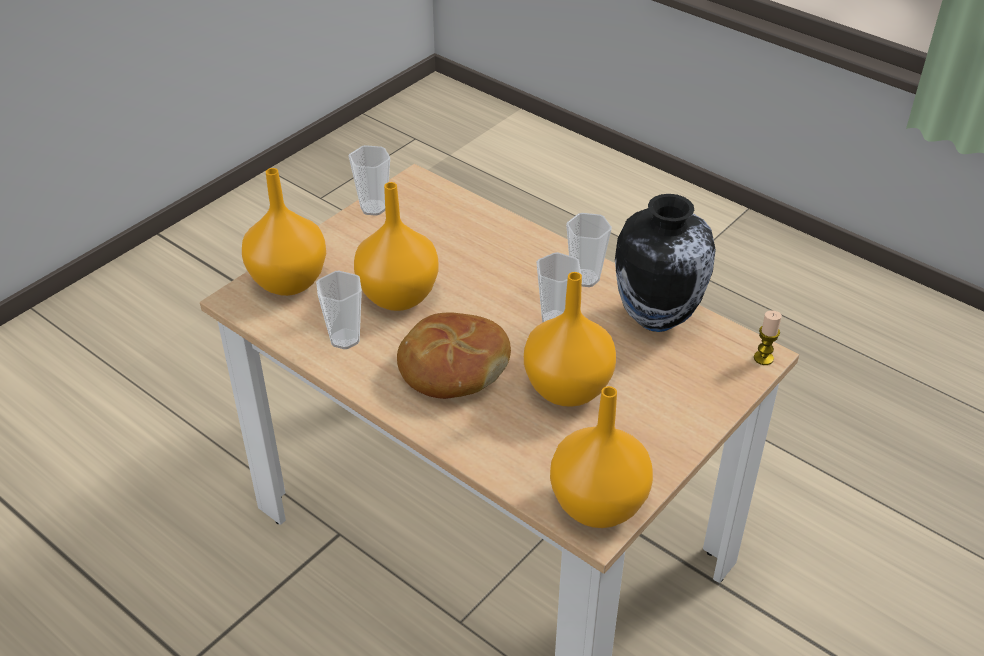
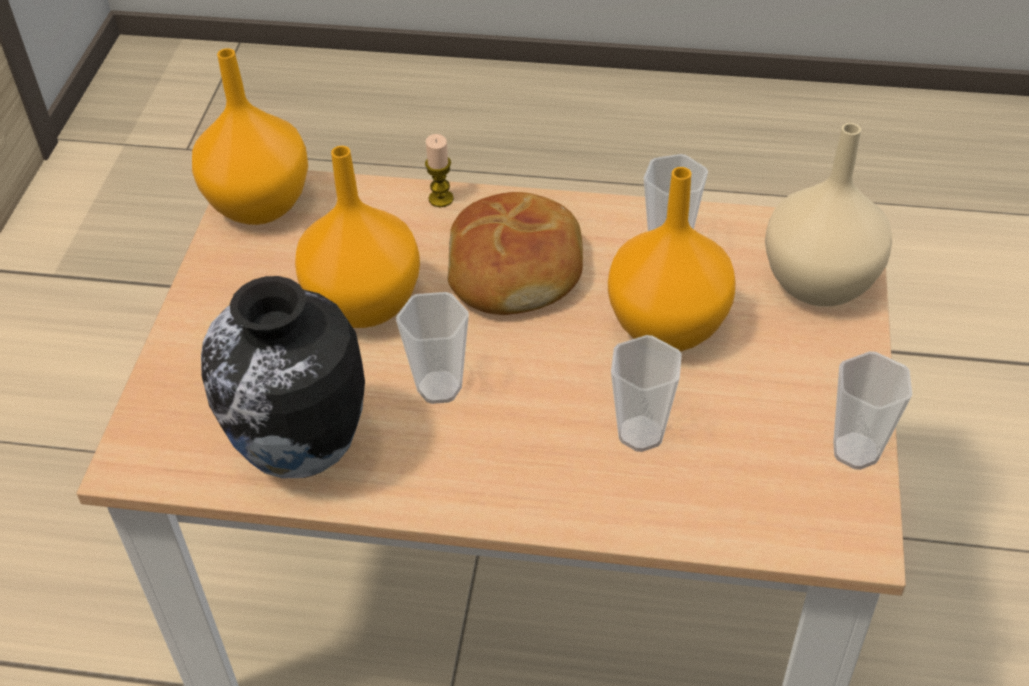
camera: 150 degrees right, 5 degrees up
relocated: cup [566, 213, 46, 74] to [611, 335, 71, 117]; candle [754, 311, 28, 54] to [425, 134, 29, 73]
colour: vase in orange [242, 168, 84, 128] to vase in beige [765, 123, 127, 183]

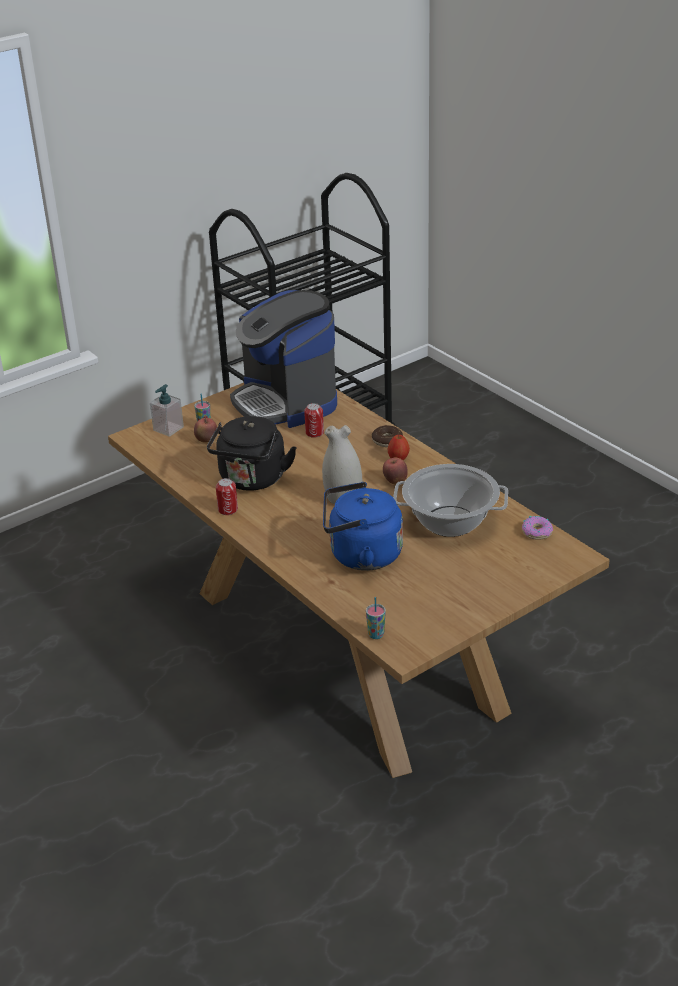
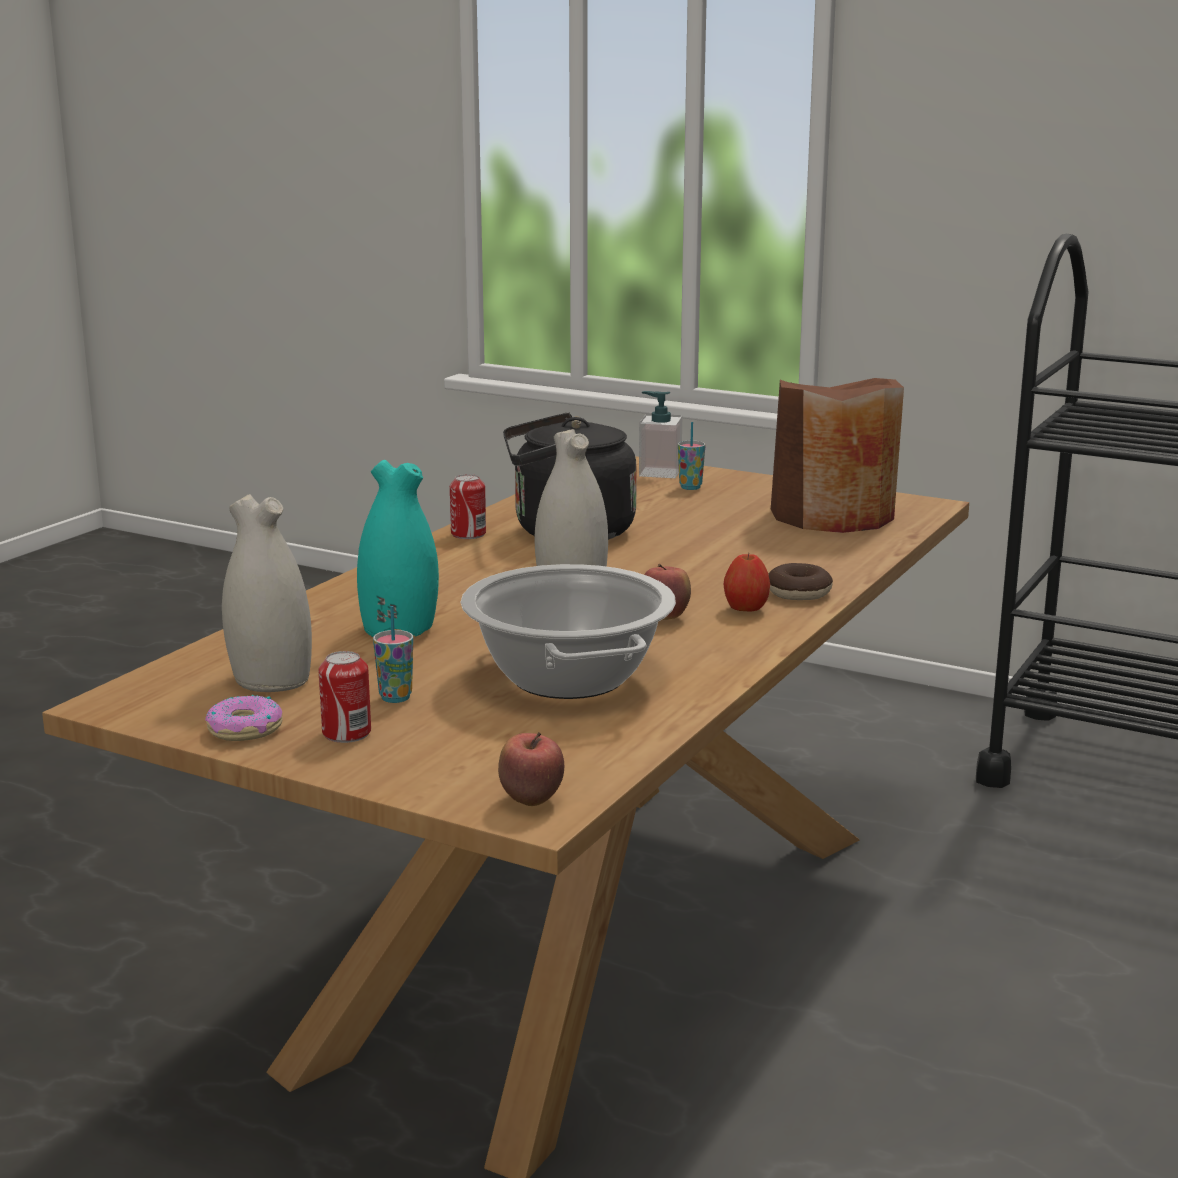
camera: 65 degrees right, 15 degrees down
appeared: vase in white [222, 494, 90, 198]
relocated: can [304, 403, 20, 35] to [318, 651, 53, 92]; apple [194, 417, 23, 25] to [498, 732, 66, 74]; donut [522, 516, 31, 24] to [205, 695, 78, 46]; cup [366, 597, 20, 42] to [373, 606, 40, 97]
exchanged: coffee machine [230, 290, 107, 138] to vase in brown [771, 378, 133, 155]; kettle in blue [323, 482, 80, 89] to vase in turquoise [357, 460, 82, 177]

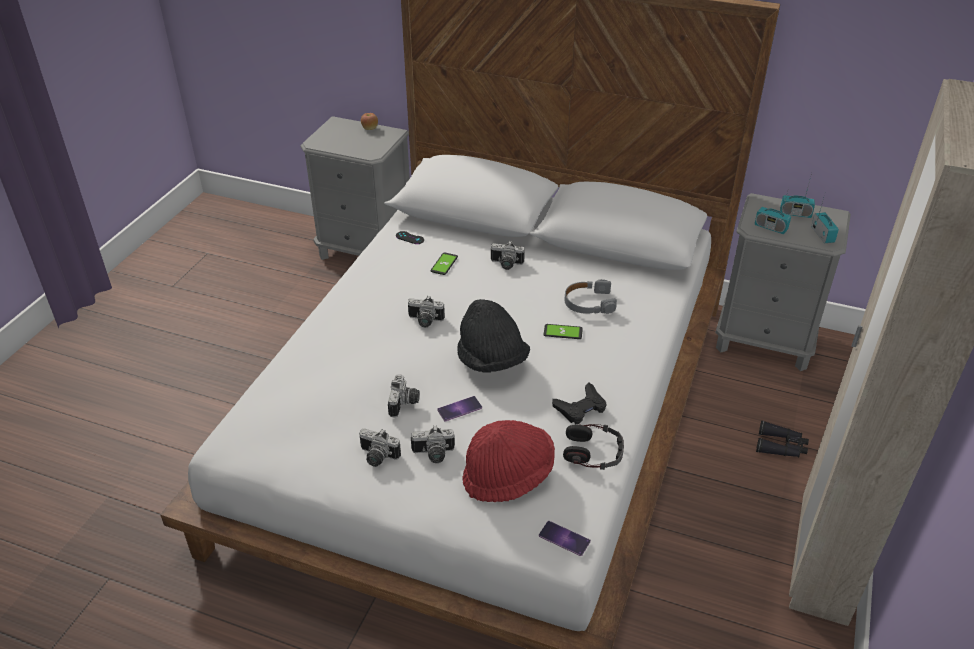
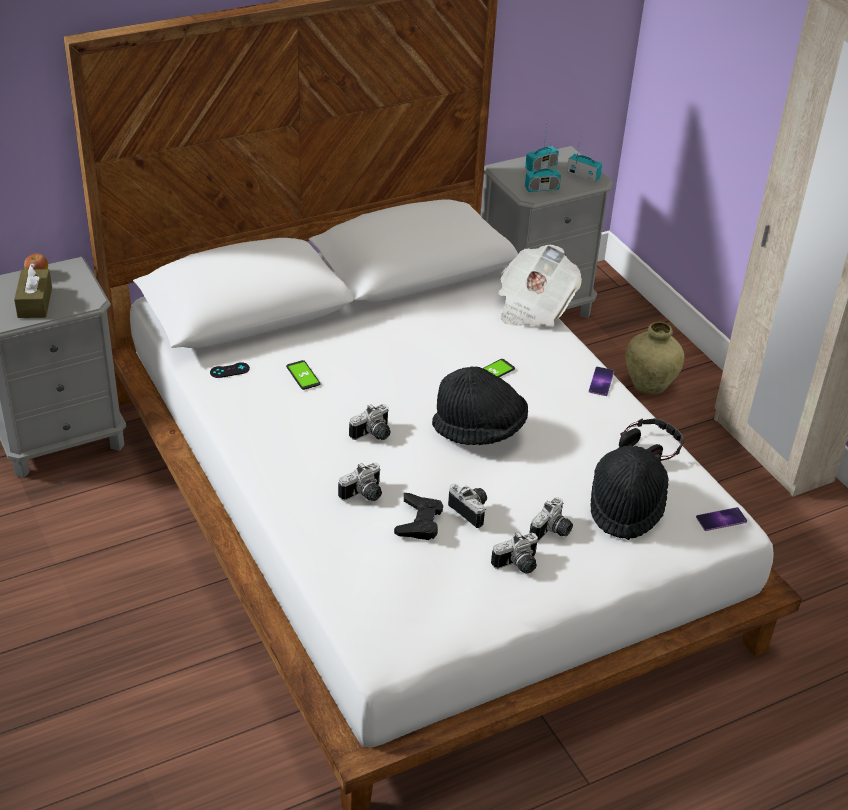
camera: 50 degrees left, 0 degrees up
missing: headphones in grey [565, 279, 52, 35]
appeared: newspaper [498, 245, 84, 82]; tissue box in brown [14, 263, 38, 55]
relocated: photo camera [491, 241, 34, 29] to [338, 463, 44, 38]; game controller in black [552, 382, 55, 42] to [394, 493, 49, 47]; phone [437, 396, 45, 25] to [588, 367, 26, 29]
exchanged: binoculars in black [756, 421, 53, 37] to vase in beige [626, 322, 58, 72]
colour: hat in red [462, 420, 93, 82] to hat in black [590, 445, 79, 95]

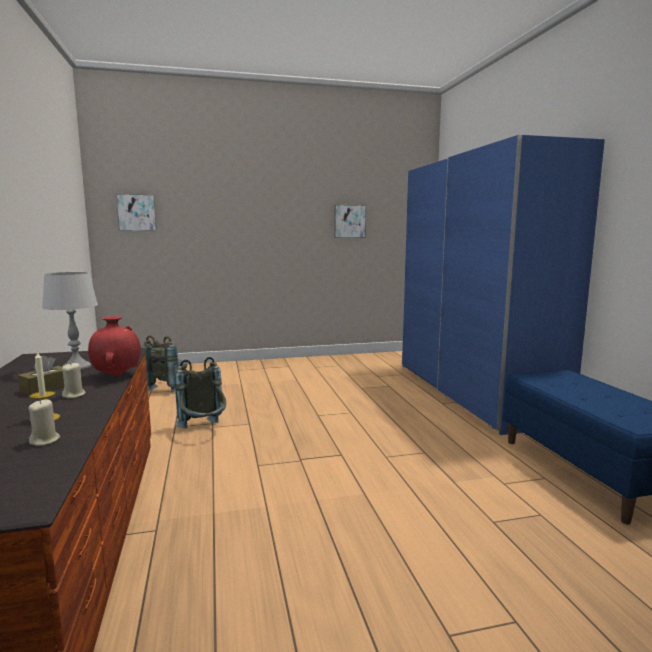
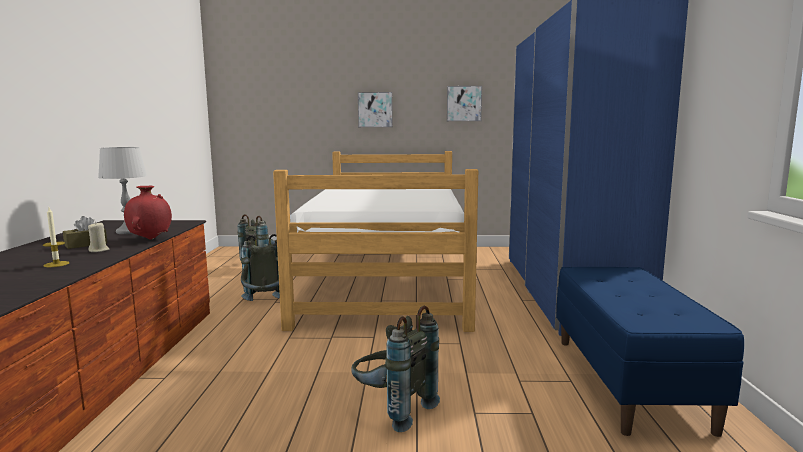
camera: 15 degrees right, 0 degrees up
missing: candle in beige [28, 399, 32, 47]
appeared: bed [273, 151, 205, 181]; backpack in grey [351, 306, 89, 126]
relocated: picture [116, 194, 41, 37] to [358, 92, 35, 35]

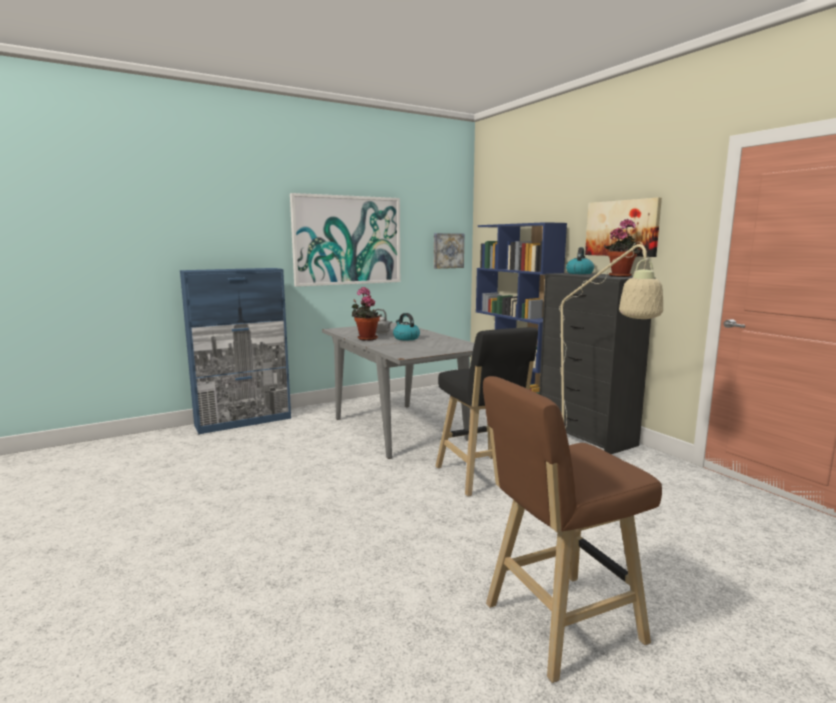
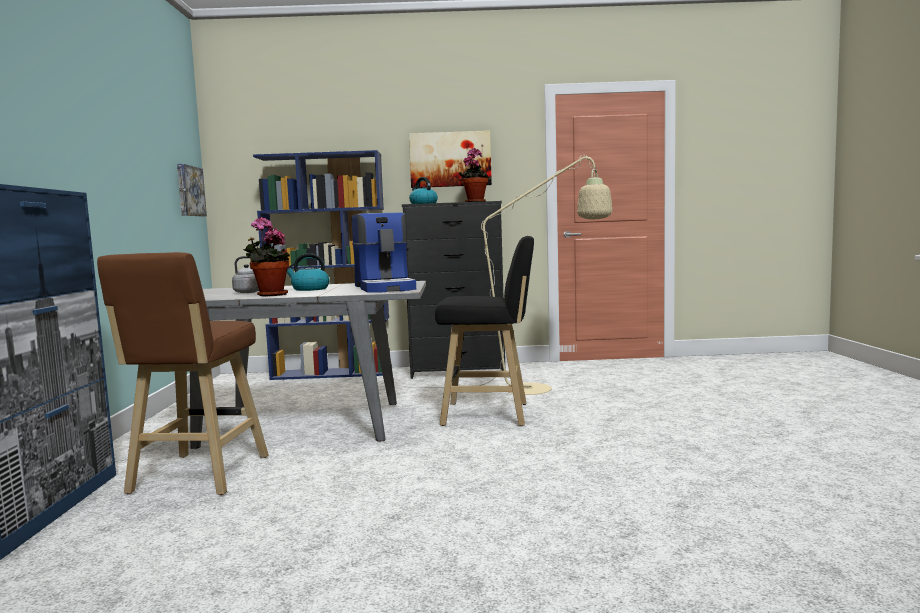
camera: 60 degrees left, 5 degrees down
missing: picture [290, 193, 110, 94]
appeared: coffee machine [352, 212, 64, 81]
relocated: stool in brown [483, 376, 179, 307] to [97, 252, 172, 243]

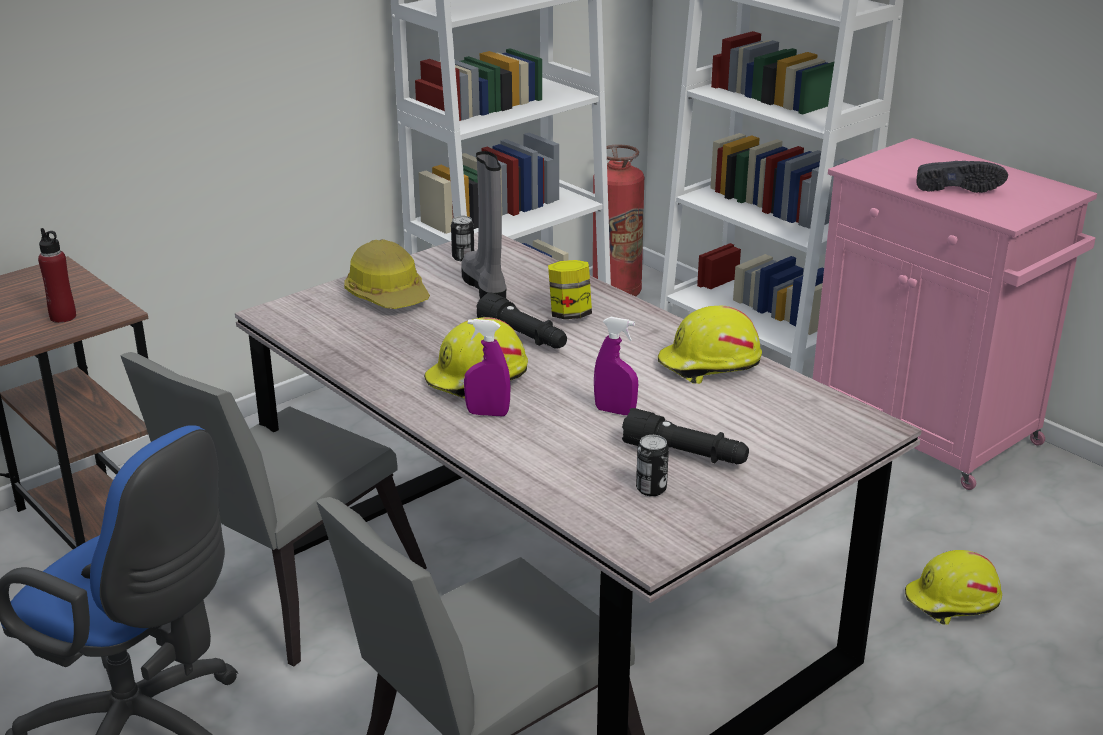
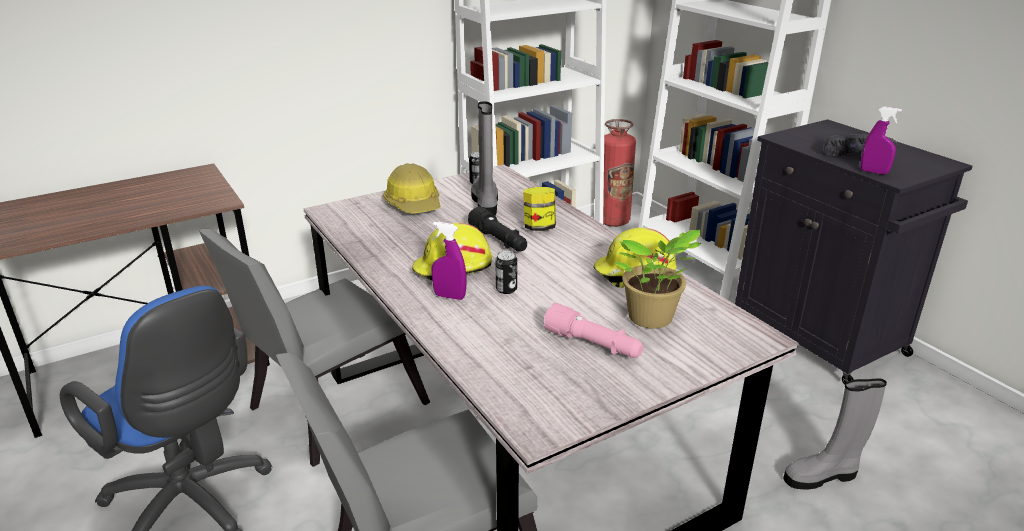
camera: 10 degrees right, 0 degrees up
missing: bottle in red [38, 228, 38, 95]
appeared: potted plant [615, 229, 86, 100]
relocated: spray bottle in purple [594, 317, 44, 98] to [861, 106, 41, 68]; can [636, 435, 33, 61] to [495, 251, 22, 43]
exchanged: hard hat in yellow [905, 550, 97, 75] to boot in grey [783, 378, 104, 112]
colour: cabinet in pink [813, 138, 284, 352] to cabinet in black [735, 119, 238, 265]; flashlight in black [622, 408, 127, 56] to flashlight in pink [544, 303, 100, 55]

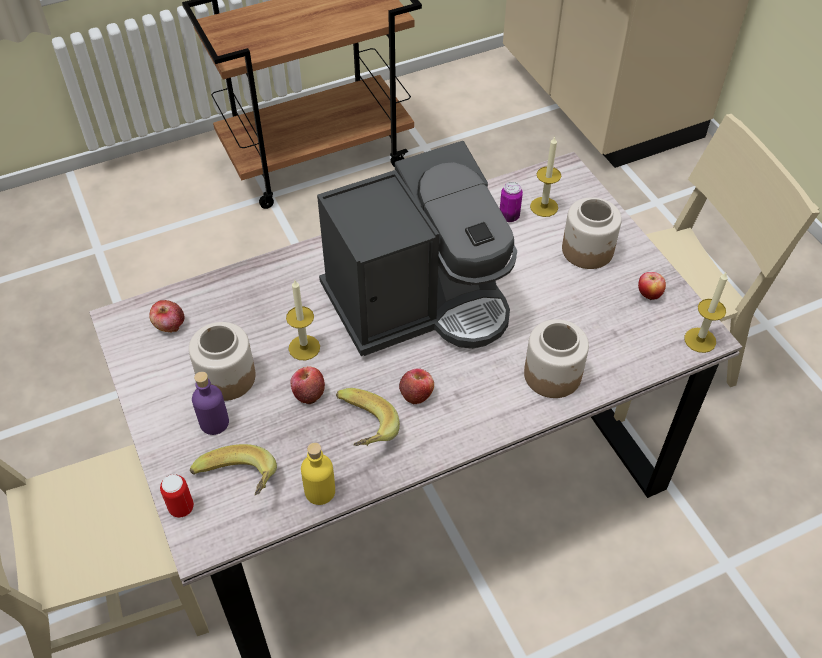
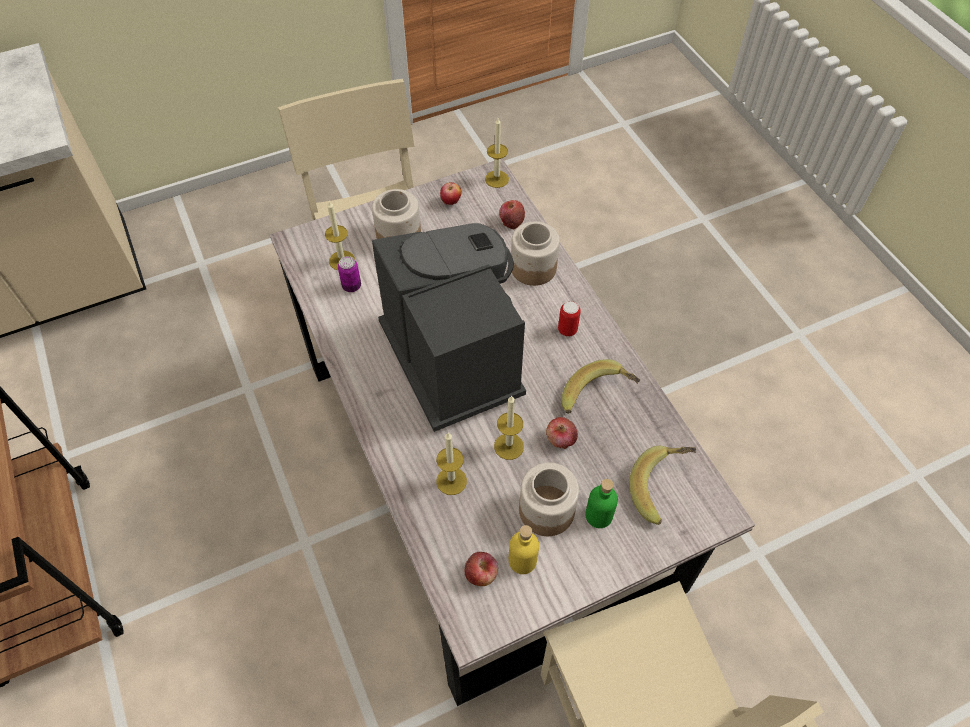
camera: 90 degrees left, 5 degrees up
appeared: candle [436, 433, 31, 62]
relocated: apple [399, 368, 35, 36] to [499, 200, 26, 29]; bottle in yellow [301, 443, 34, 62] to [509, 525, 30, 49]; can [160, 474, 34, 44] to [558, 301, 23, 36]
colour: bottle in purple [192, 372, 37, 63] to bottle in green [585, 479, 33, 49]

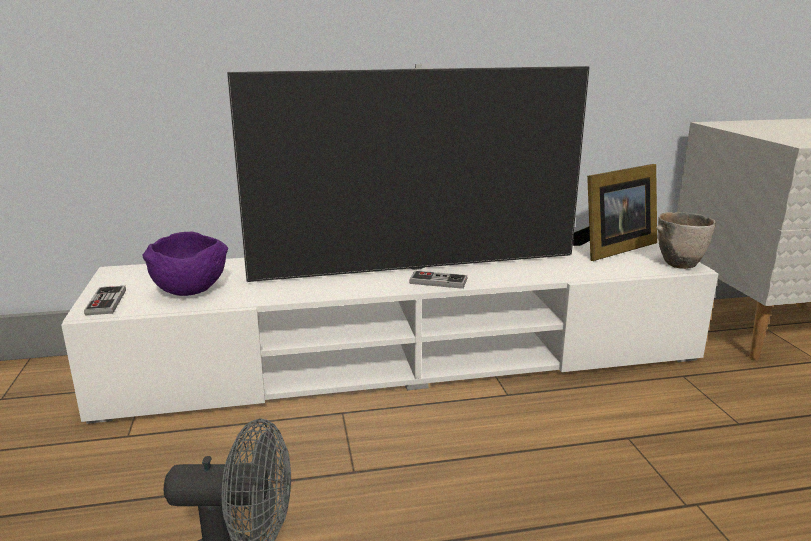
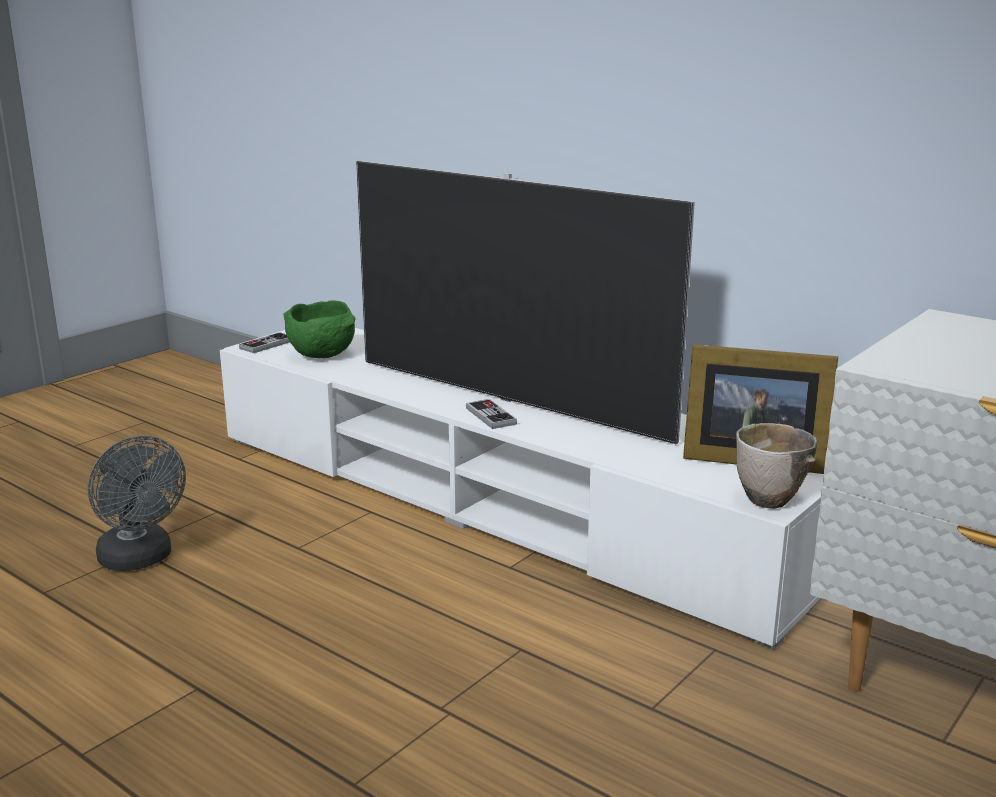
camera: 50 degrees right, 0 degrees up
colour: bowl in purple [142, 232, 86, 64] to bowl in green [283, 300, 72, 58]

